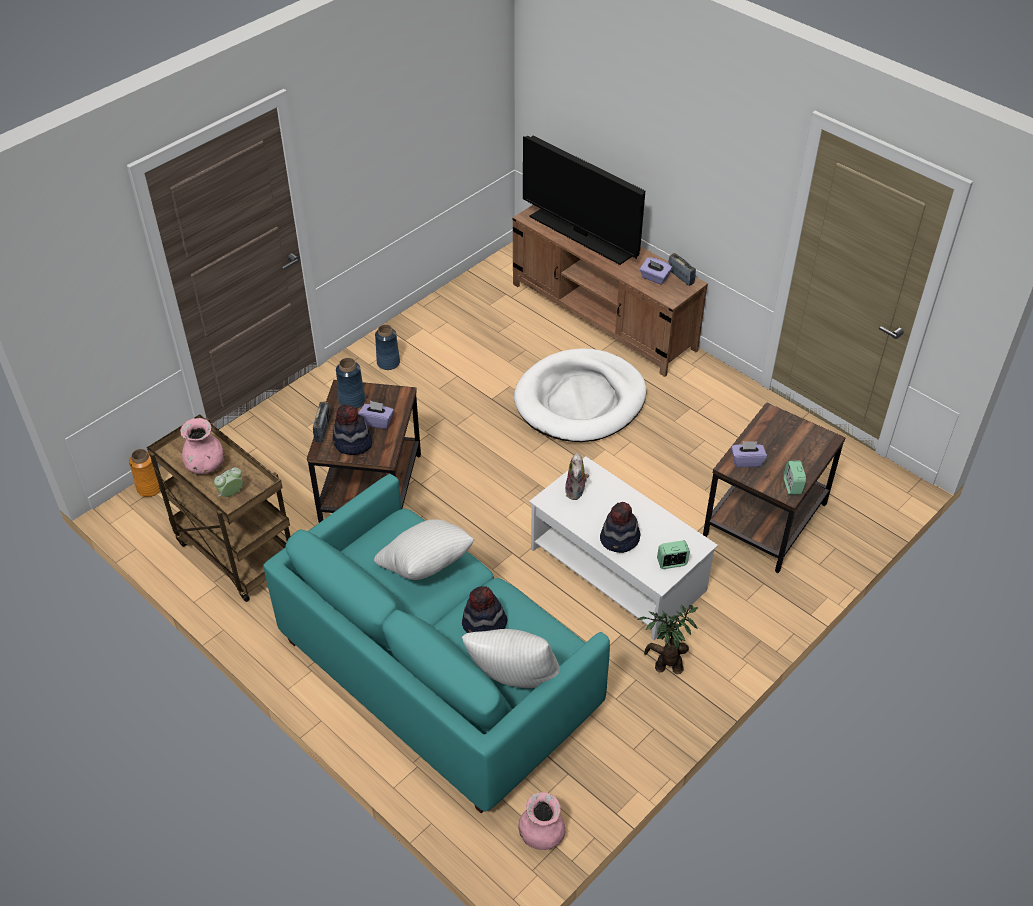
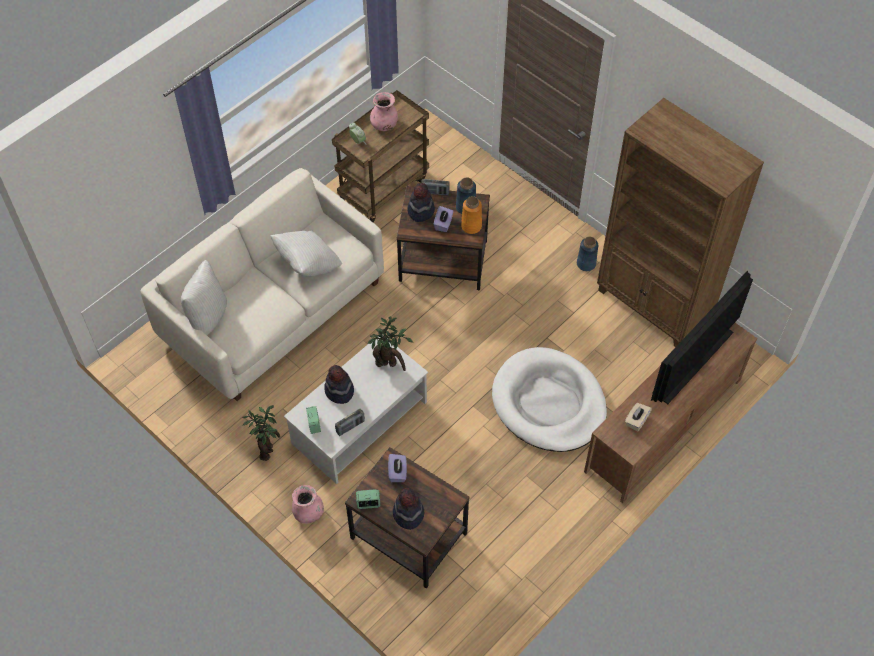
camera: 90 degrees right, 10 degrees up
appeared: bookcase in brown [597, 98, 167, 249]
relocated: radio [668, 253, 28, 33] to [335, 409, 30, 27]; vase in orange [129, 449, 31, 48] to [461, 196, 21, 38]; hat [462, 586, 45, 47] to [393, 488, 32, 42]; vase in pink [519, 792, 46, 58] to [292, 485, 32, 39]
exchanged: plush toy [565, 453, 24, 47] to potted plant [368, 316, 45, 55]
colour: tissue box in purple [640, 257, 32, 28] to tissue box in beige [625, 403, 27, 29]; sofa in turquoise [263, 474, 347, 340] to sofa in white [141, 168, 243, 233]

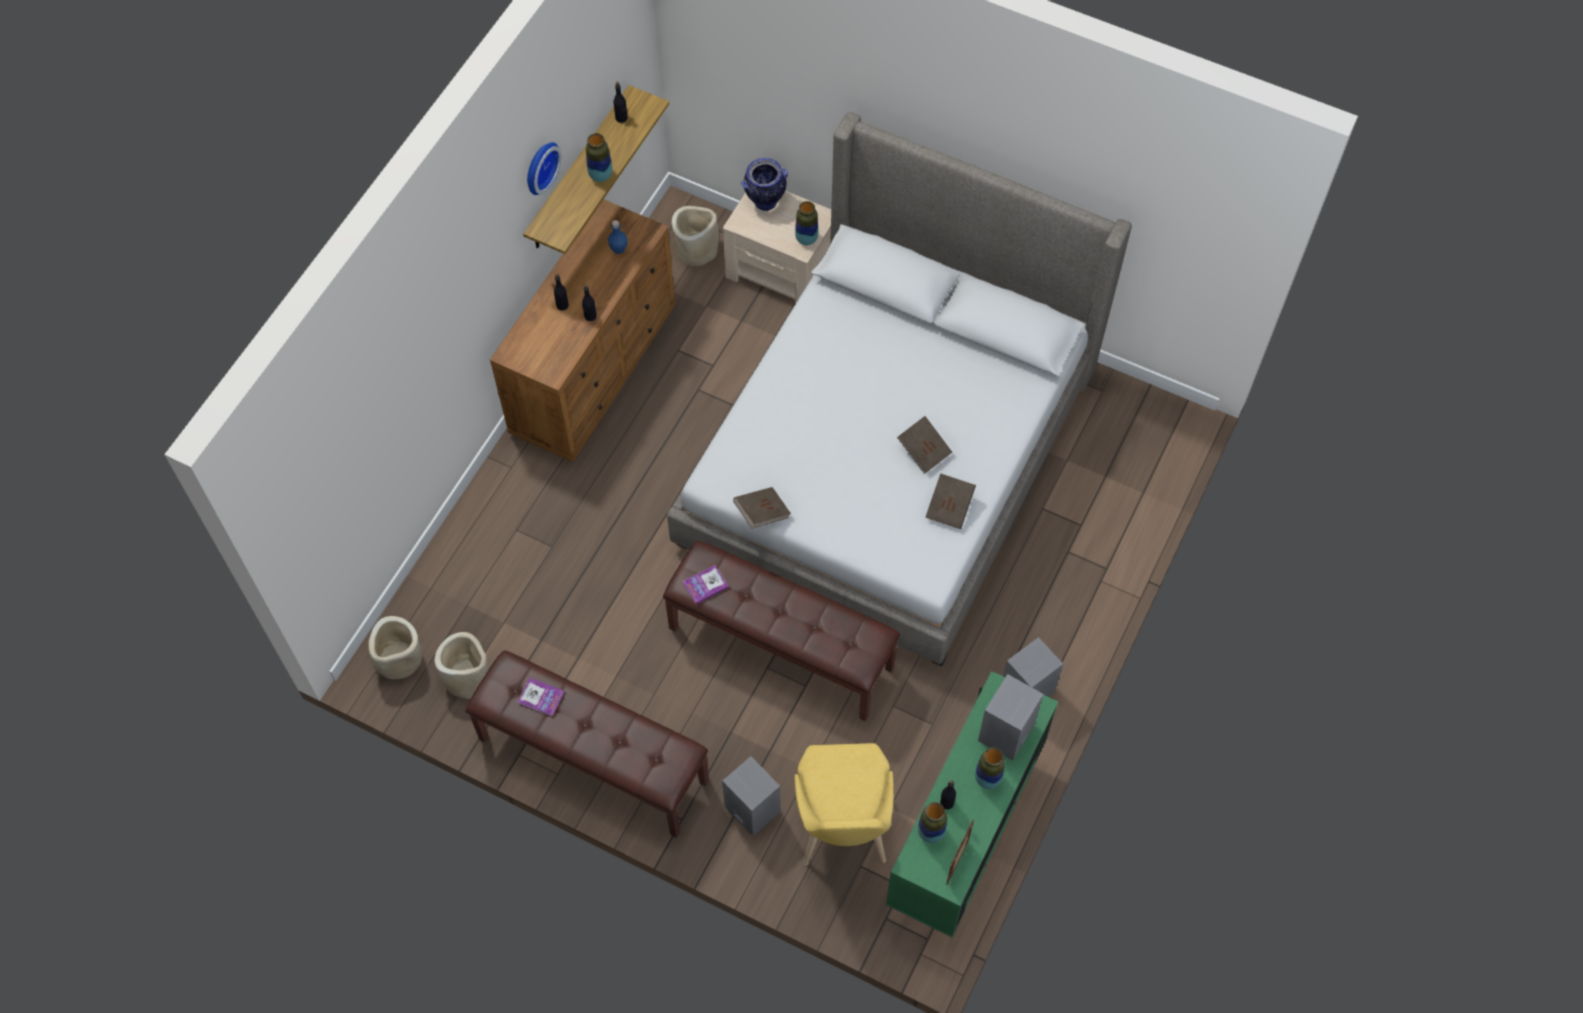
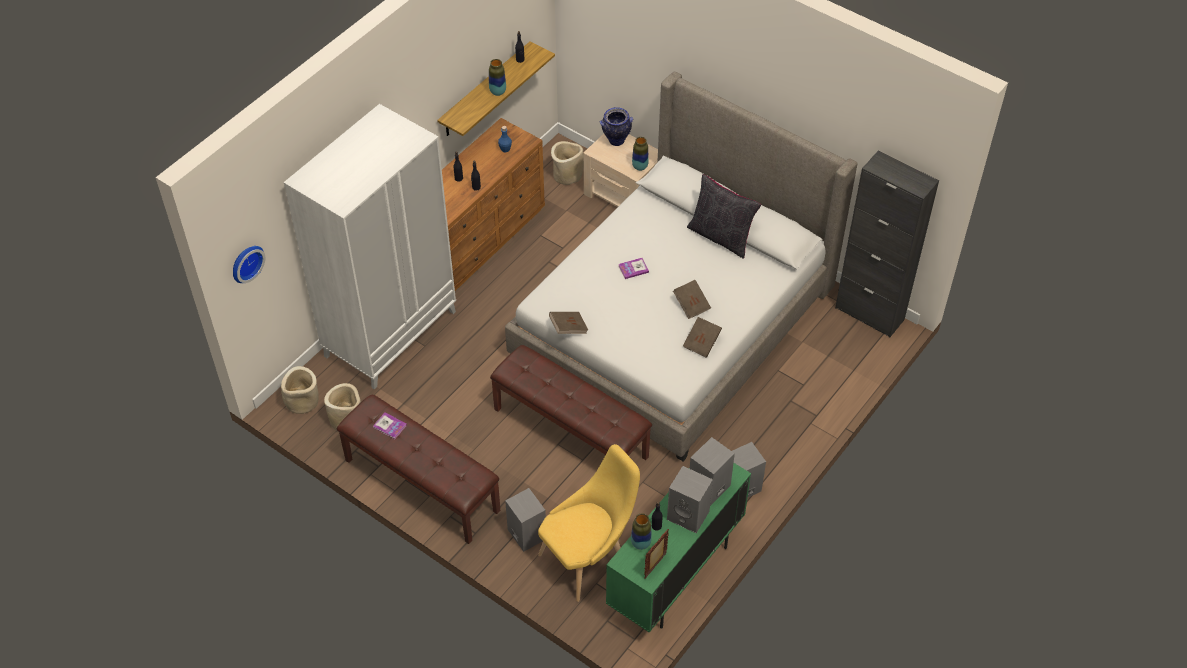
camera: 10 degrees right, 10 degrees down
appeared: wardrobe in white [284, 104, 172, 285]; cabinet in black [835, 151, 104, 187]; pillow in black [687, 174, 74, 85]
relocated: wall clock [527, 142, 35, 53] to [233, 246, 32, 37]; book [683, 565, 46, 39] to [619, 258, 30, 21]
exchanged: vase [975, 747, 30, 42] to speaker in grey [667, 466, 46, 67]
spun: chair in yellow [794, 743, 100, 123] = [538, 444, 102, 158] 135 degrees counterclockwise

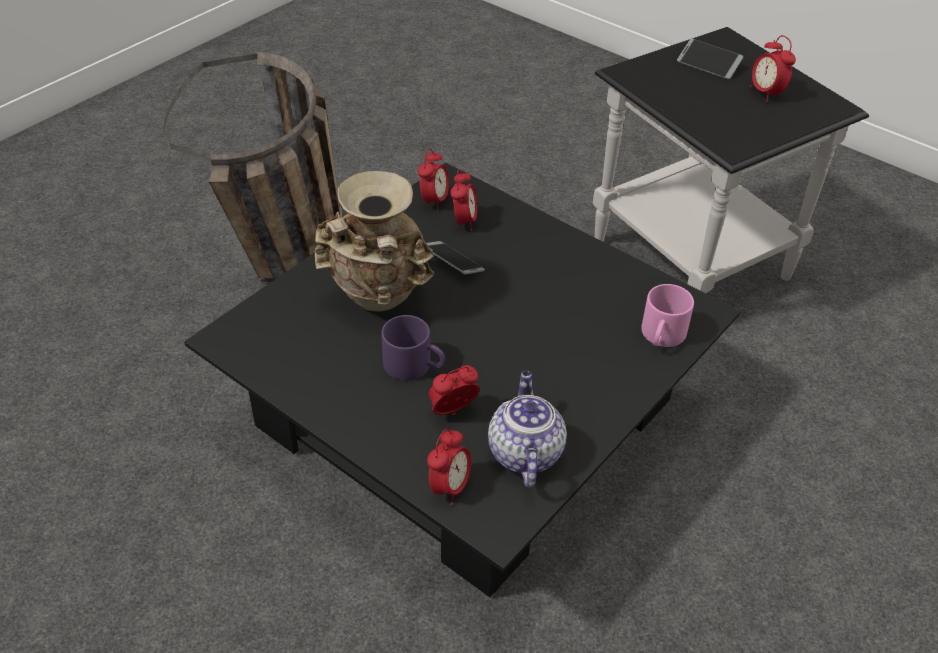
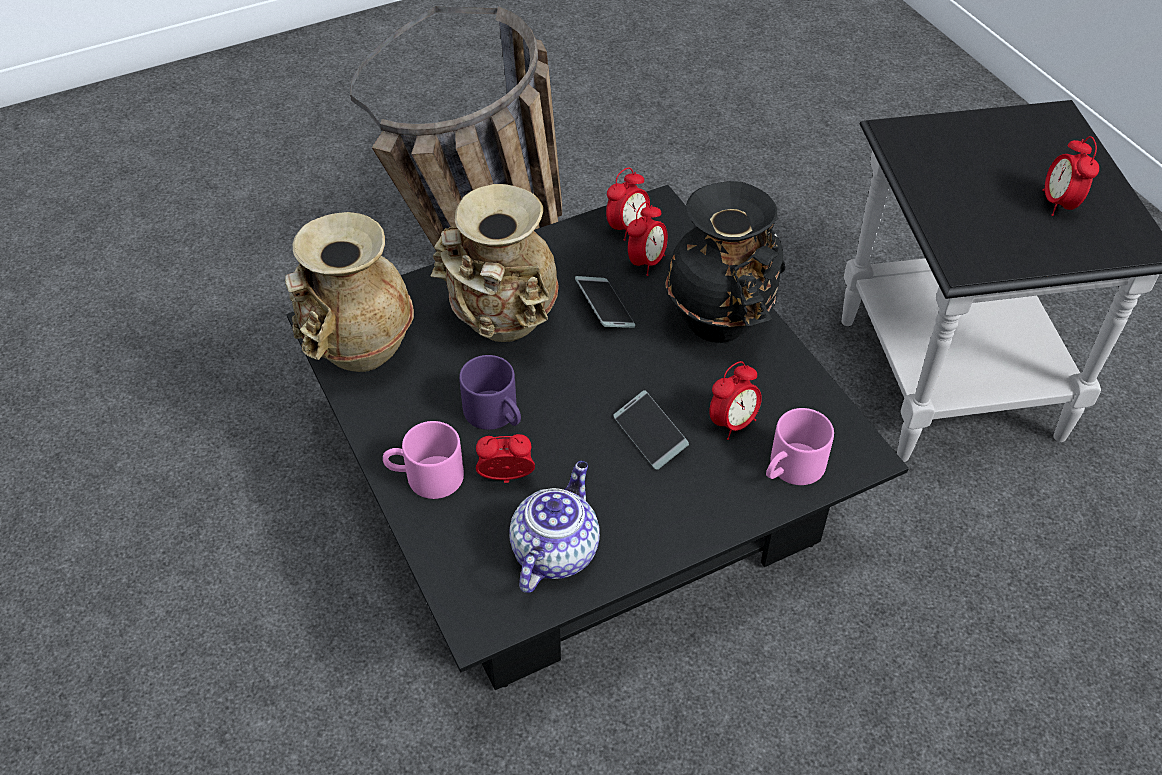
camera: 25 degrees right, 5 degrees up
appeared: vase in black [665, 181, 120, 162]; vase in beige [285, 212, 129, 160]; mug in pink [383, 421, 81, 78]
relocated: phone [677, 39, 66, 40] to [613, 390, 76, 80]; alarm clock [427, 429, 44, 76] to [709, 361, 53, 79]

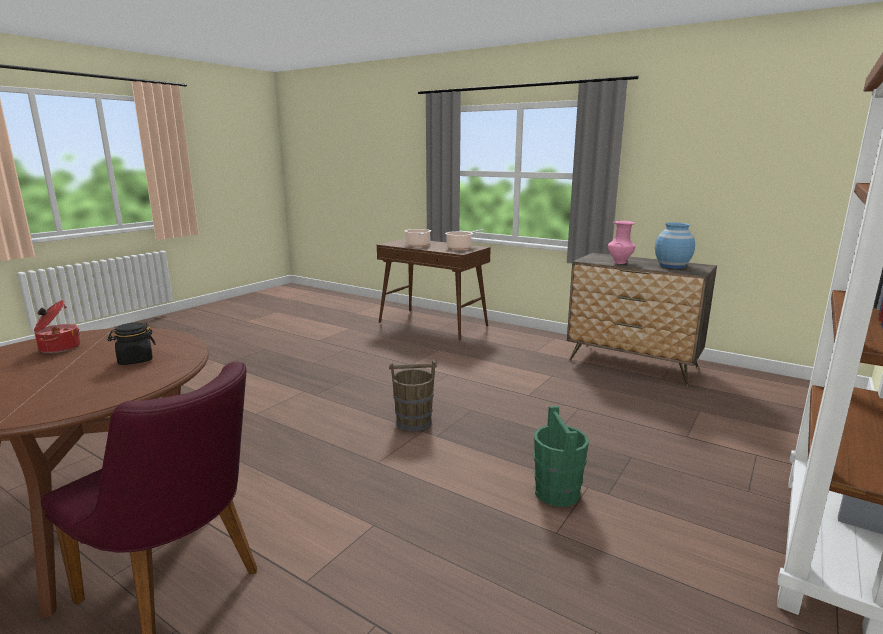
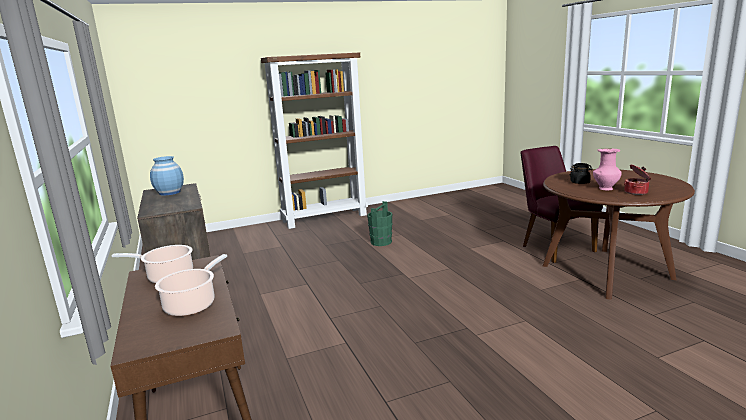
camera: 145 degrees left, 0 degrees up
missing: bucket in brown [389, 359, 48, 72]
relocated: vase in pink [608, 221, 28, 43] to [593, 148, 29, 43]

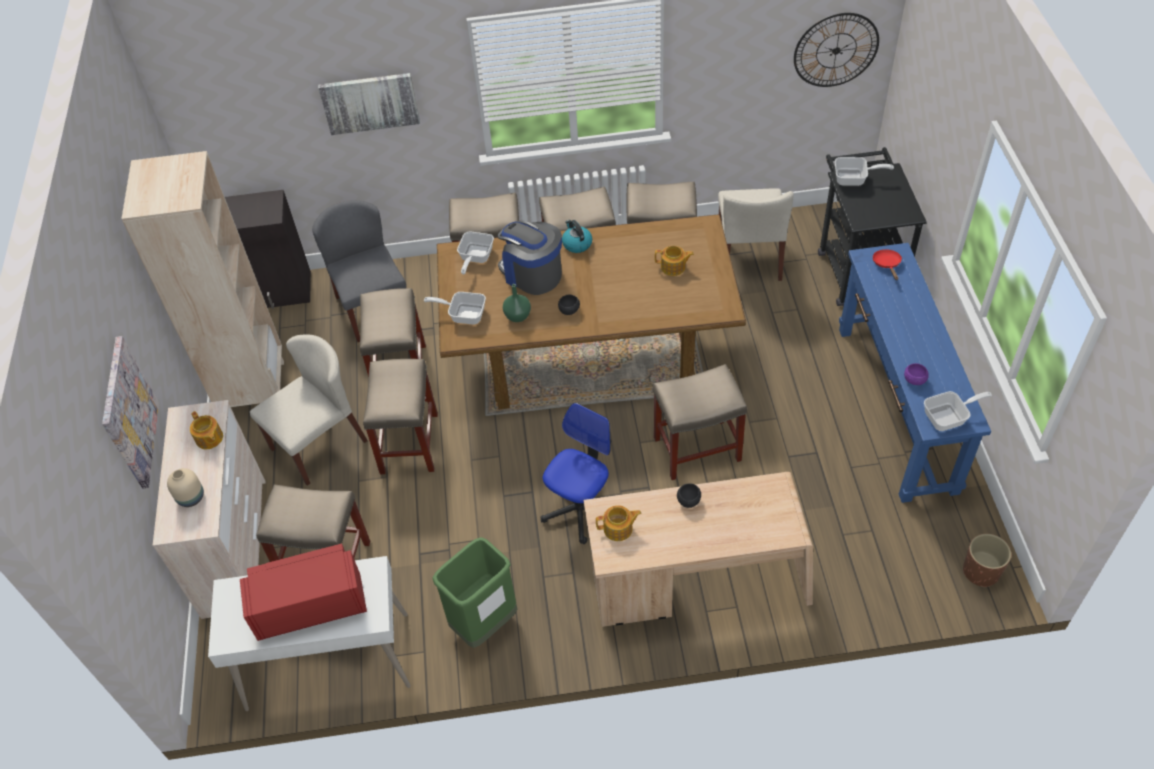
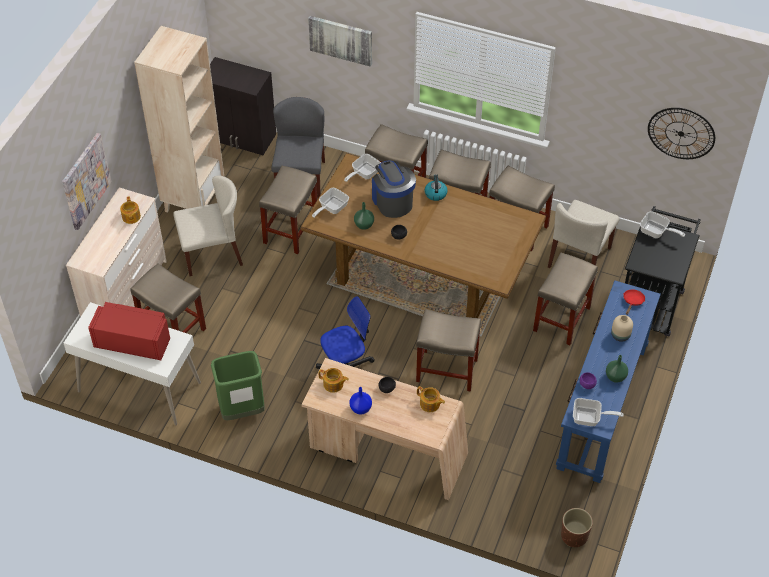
camera: 25 degrees right, 0 degrees up
appeared: vase in green [606, 355, 22, 28]; vase in blue [349, 387, 23, 28]
relocated: teapot [655, 246, 39, 30] to [417, 386, 28, 26]; stool in beige [363, 359, 75, 115] to [533, 253, 65, 92]; vase in beige [167, 468, 37, 39] to [611, 315, 22, 27]
spun: frying pan [424, 292, 62, 33] = [312, 188, 37, 30] 90 degrees counterclockwise

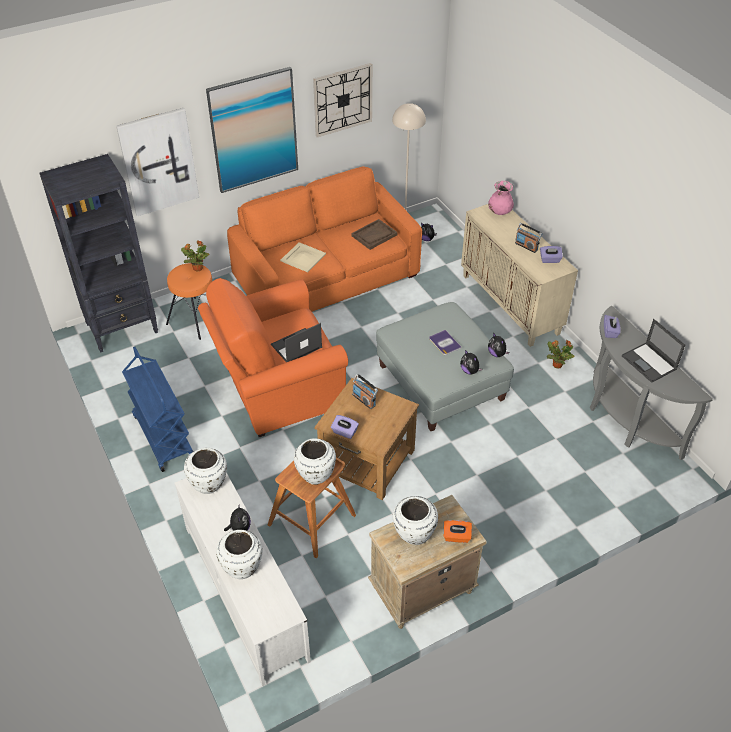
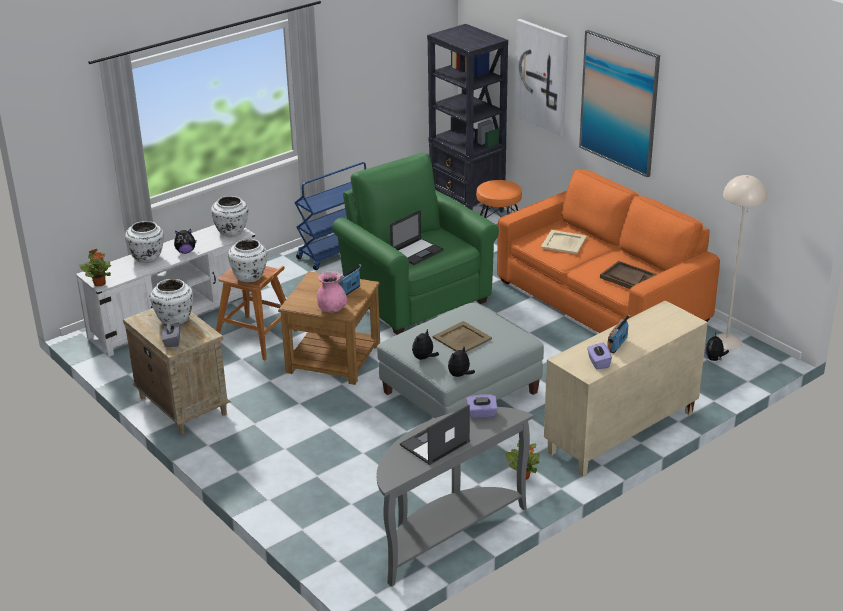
camera: 80 degrees right, 15 degrees down
missing: wall clock [313, 63, 59, 74]; tissue box in purple [331, 415, 28, 24]
relocated: vase in pink [488, 181, 26, 34] to [317, 271, 31, 42]; potted plant [181, 241, 28, 31] to [79, 248, 32, 38]
exchanged: book [429, 330, 33, 25] to tray in beige [433, 321, 59, 32]
colour: armchair in orange [198, 278, 150, 159] to armchair in green [333, 153, 166, 182]; tissue box in orange [444, 520, 28, 23] to tissue box in grey [162, 322, 18, 25]
spun: laptop [271, 323, 51, 39] = [390, 210, 54, 55] 90 degrees clockwise

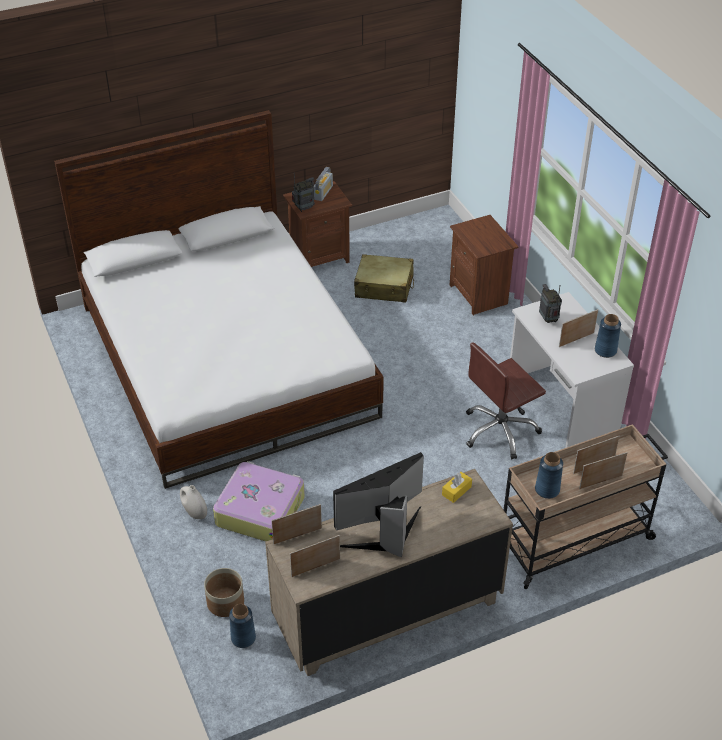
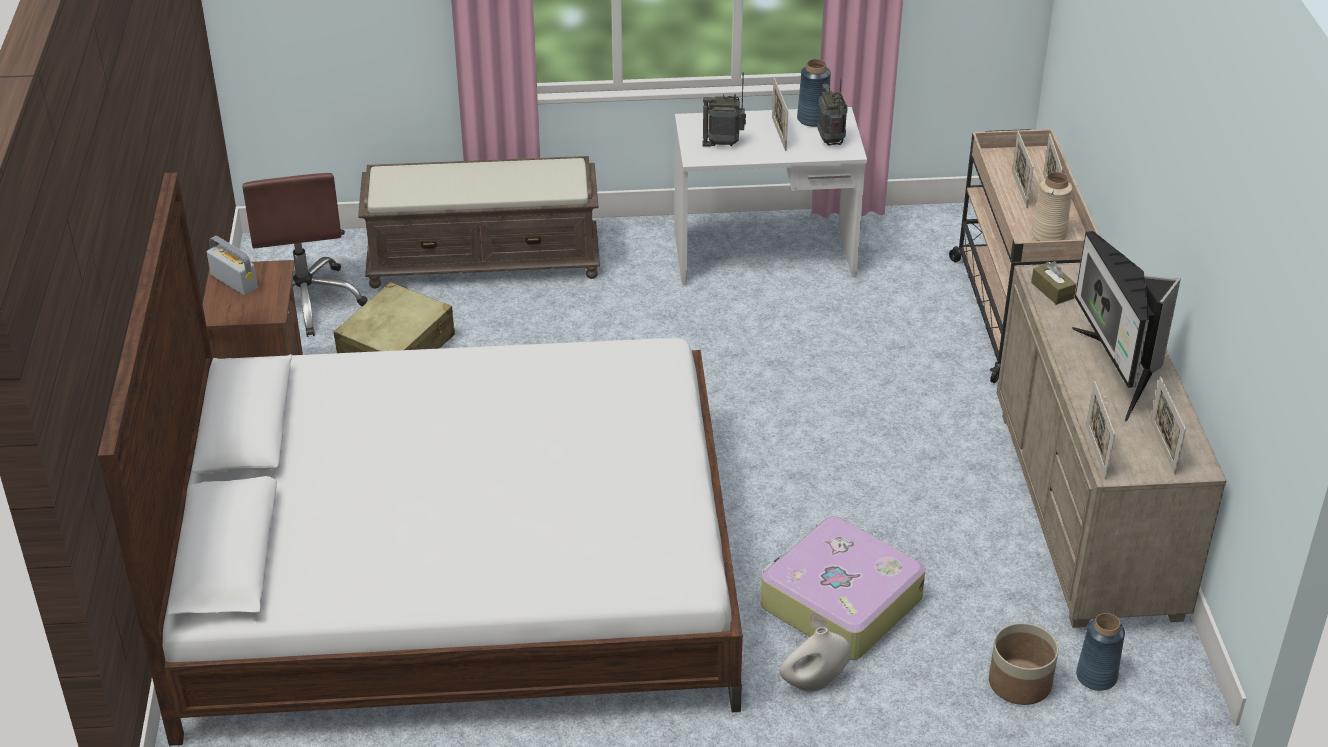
camera: 70 degrees left, 5 degrees down
relocated: radio [292, 173, 23, 39] to [817, 79, 31, 67]; office chair in brown [466, 343, 80, 117] to [242, 173, 126, 164]
exchanged: nightstand in brown [450, 215, 69, 101] to bench in brown [358, 156, 242, 132]
colour: vase in blue [535, 452, 28, 47] to vase in beige [1031, 172, 41, 69]; tissue box in yellow [442, 471, 30, 32] to tissue box in brown [1031, 261, 45, 44]

